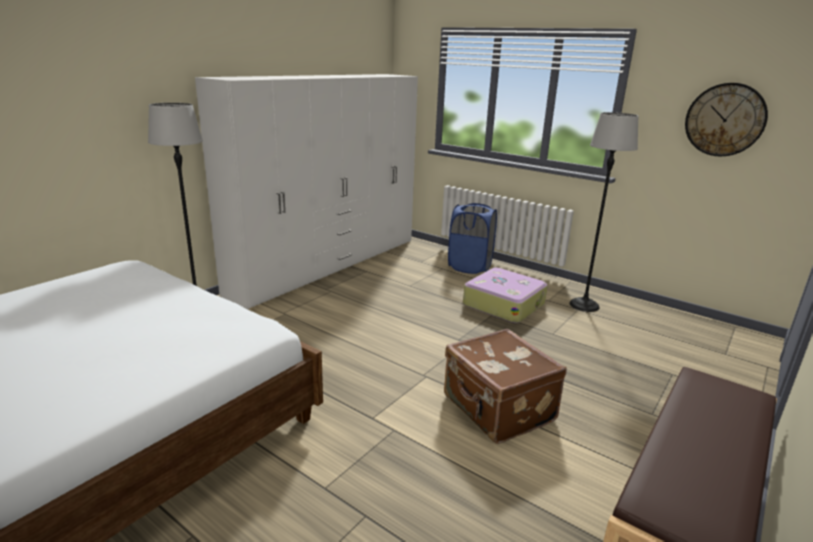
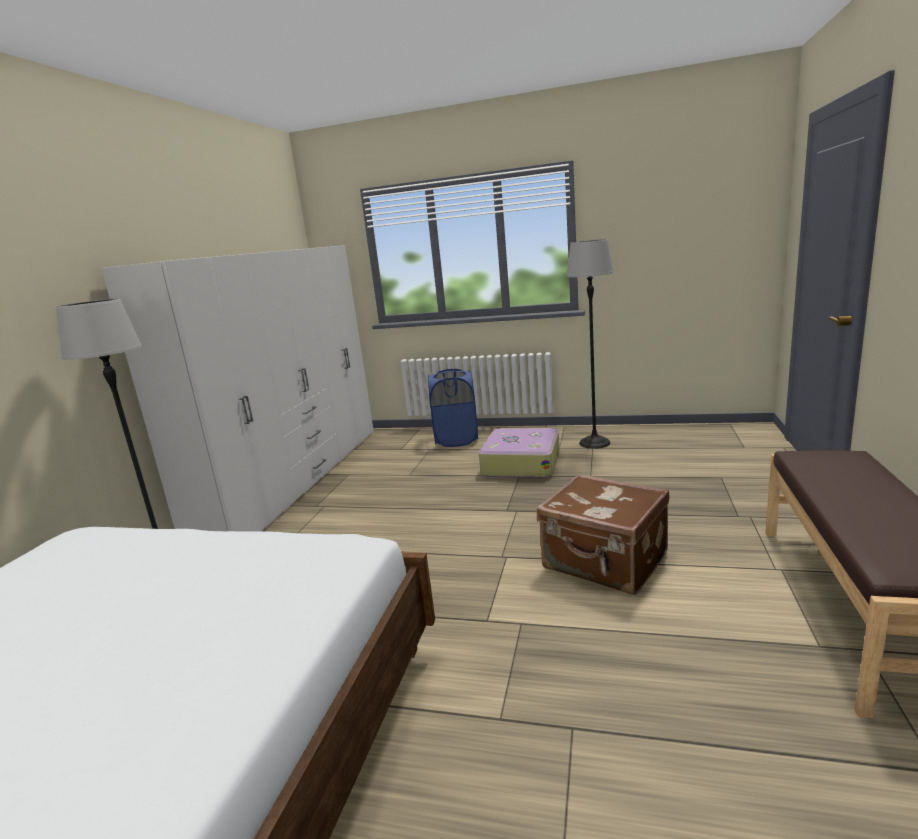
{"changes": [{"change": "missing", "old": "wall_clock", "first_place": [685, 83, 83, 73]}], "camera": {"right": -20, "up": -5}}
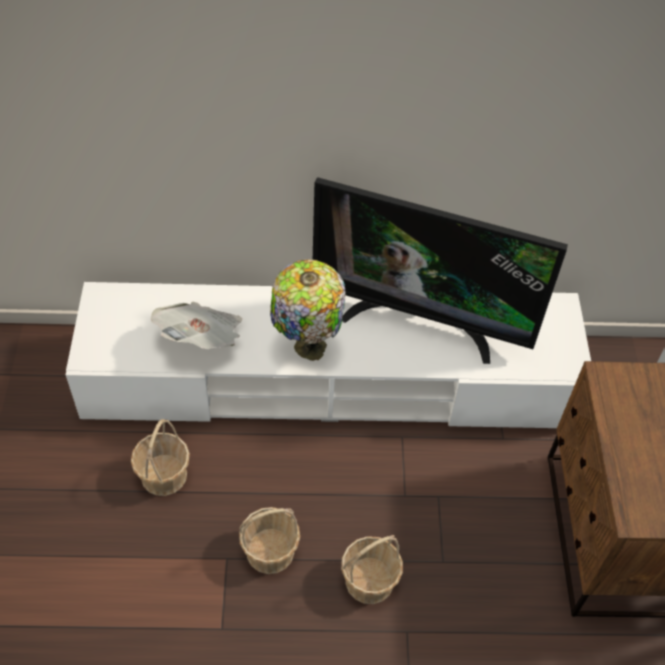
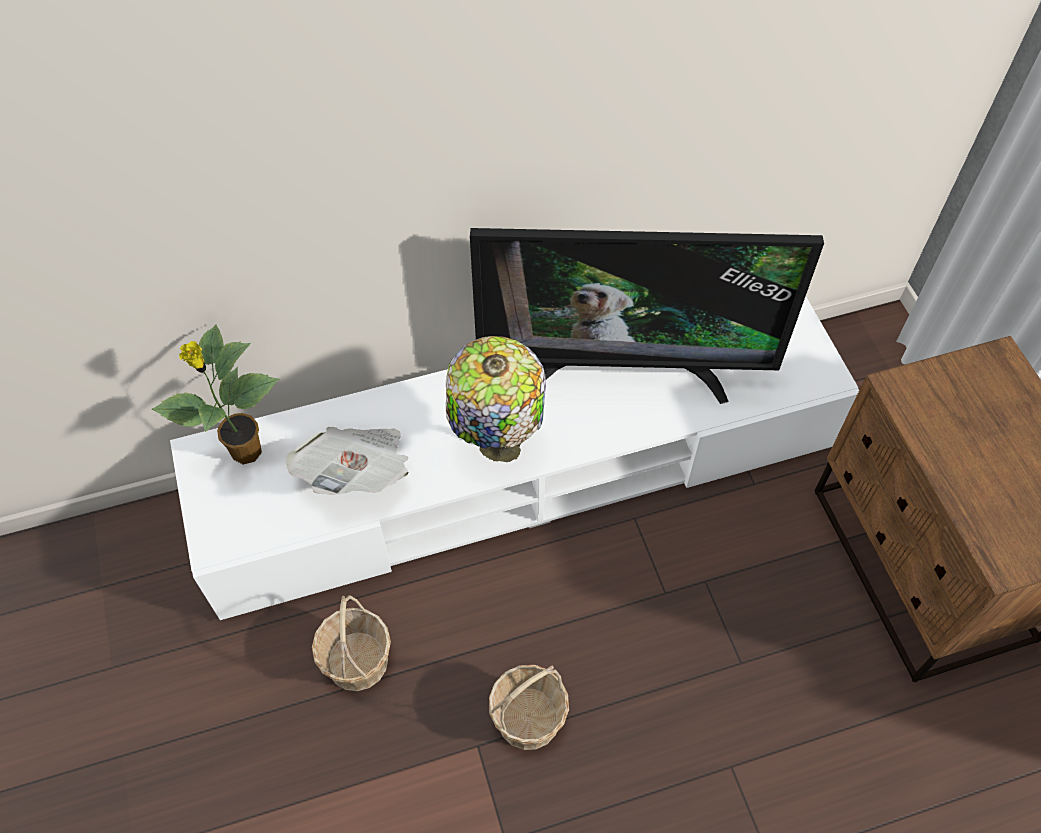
{"changes": [{"change": "appeared", "new": "potted_plant", "second_place": [152, 325, 128, 140]}, {"change": "missing", "old": "basket", "first_place": [341, 535, 62, 69]}], "camera": {"right": -15, "up": 5}}
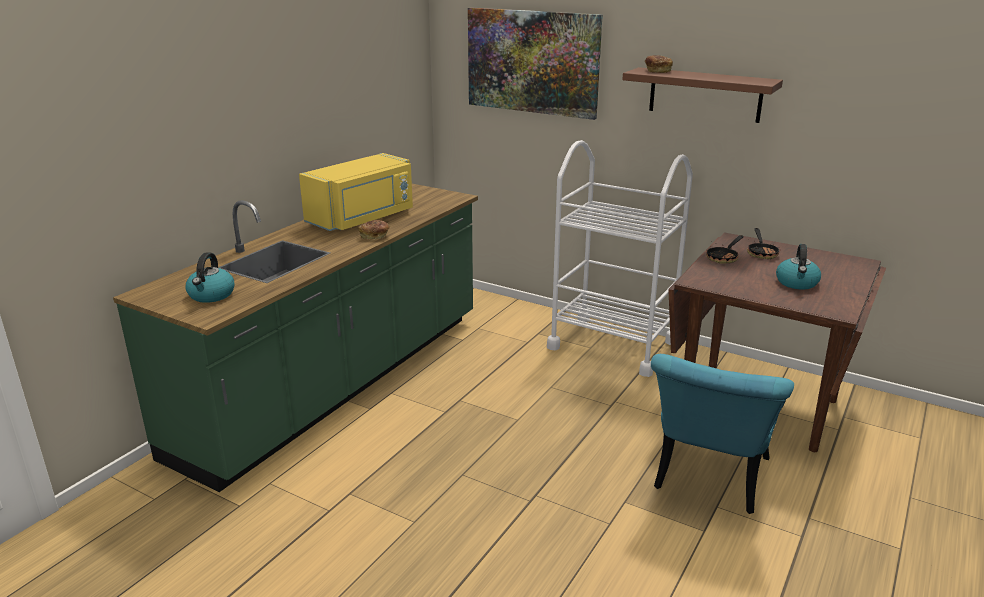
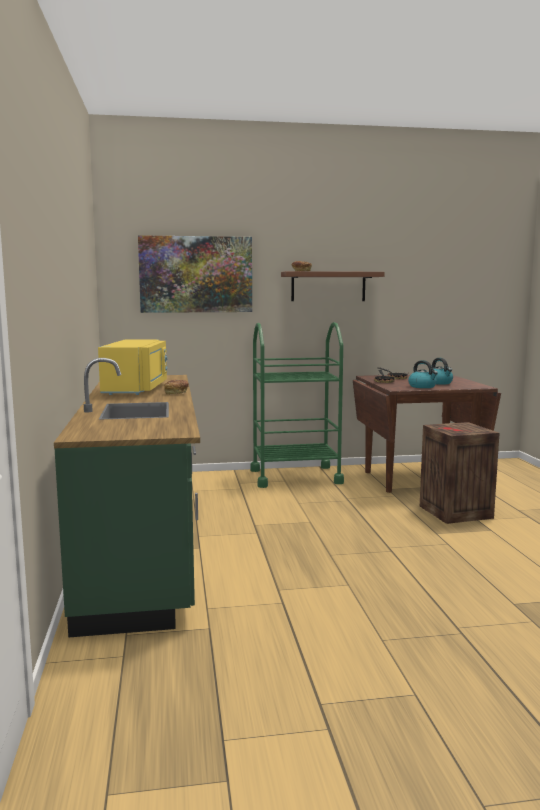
{"changes": [{"change": "colour", "old": "white_cart", "new": "green_cart", "first_place": [547, 140, 146, 237], "second_place": [250, 322, 94, 166]}, {"change": "relocated", "old": "kettle", "first_place": [185, 252, 50, 51], "second_place": [408, 360, 30, 28]}, {"change": "exchanged", "old": "turquoise_chair", "new": "crate", "first_place": [651, 354, 143, 160], "second_place": [420, 422, 79, 102]}], "camera": {"right": -40, "up": -15}}
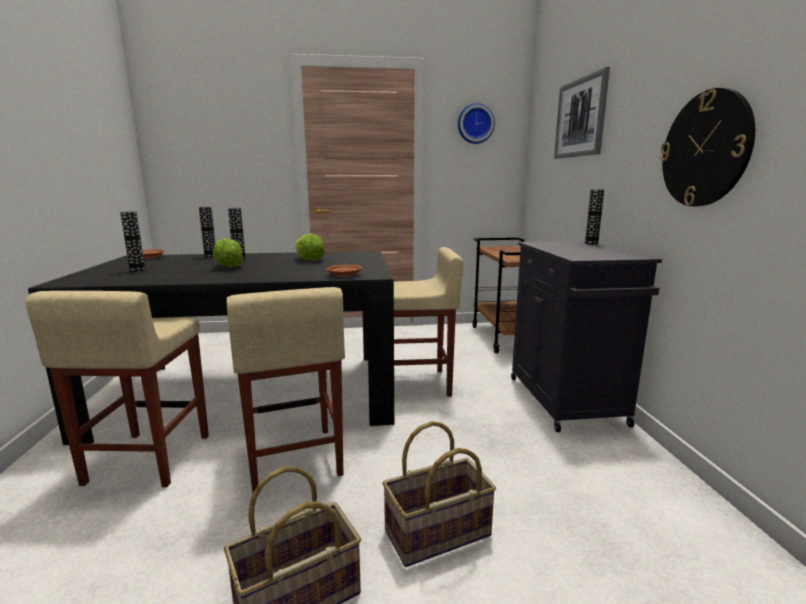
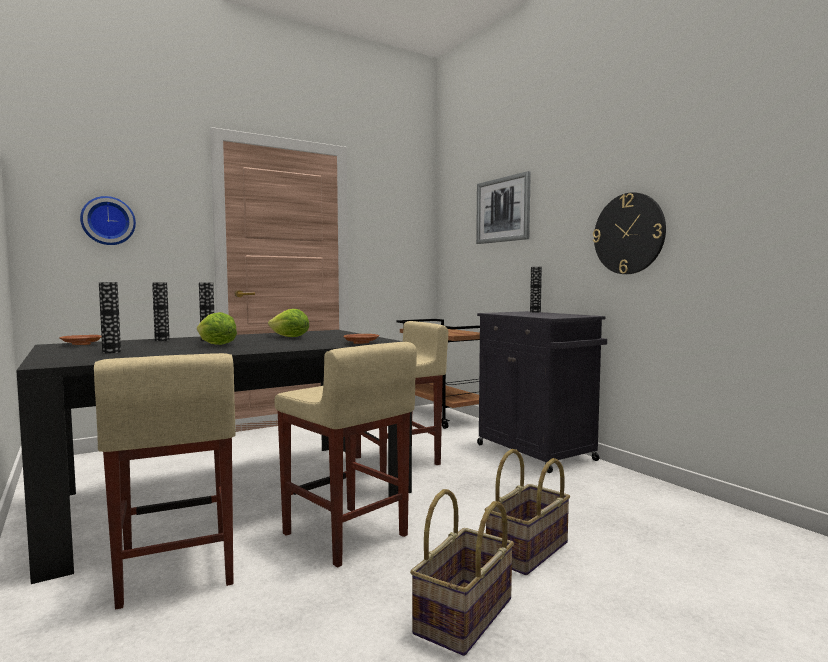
{"changes": [{"change": "relocated", "old": "wall_clock", "first_place": [458, 103, 37, 41], "second_place": [80, 196, 56, 49]}], "camera": {"right": -25, "up": -10}}
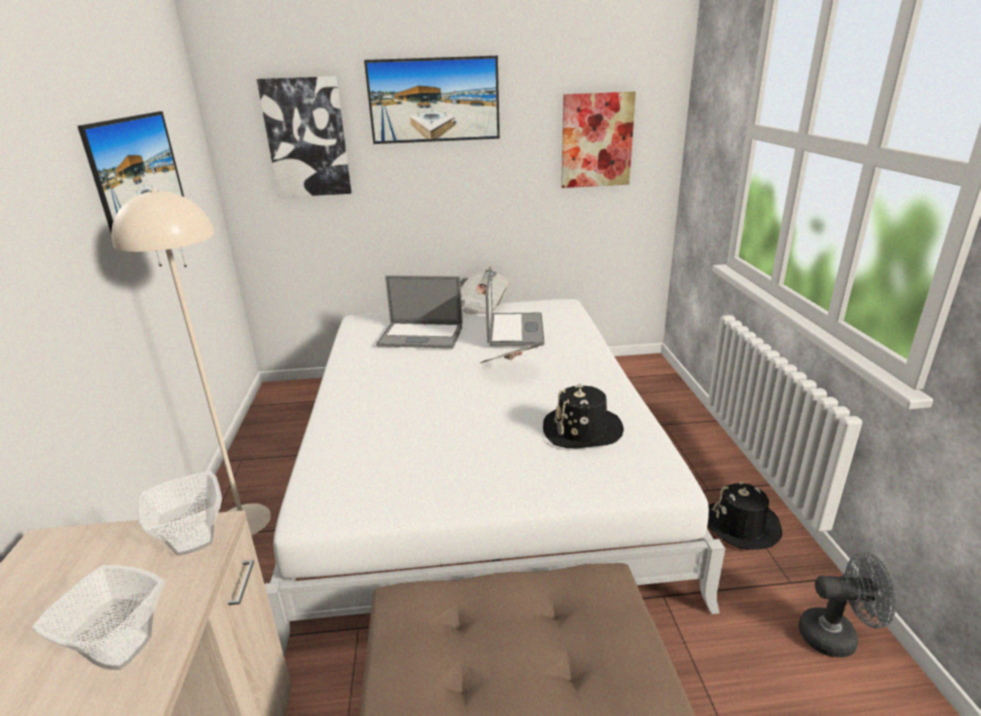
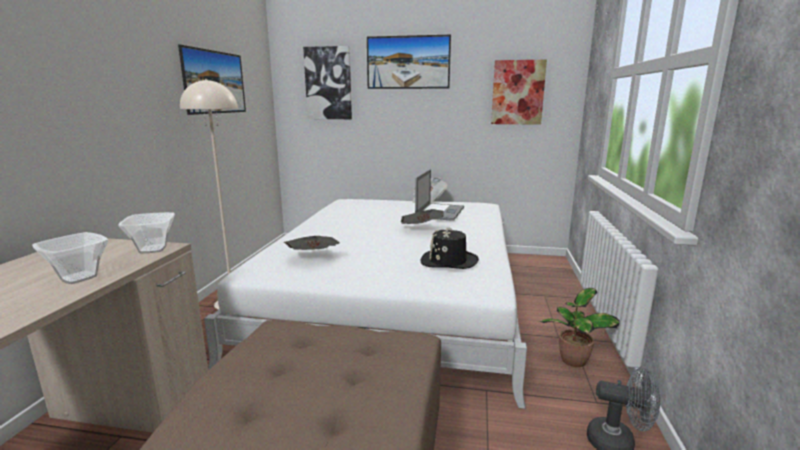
{"changes": [{"change": "appeared", "new": "newspaper", "second_place": [283, 236, 57, 14]}, {"change": "exchanged", "old": "black_hat", "new": "potted_plant", "first_place": [707, 481, 75, 69], "second_place": [538, 288, 82, 79]}, {"change": "missing", "old": "laptop", "first_place": [376, 275, 87, 73]}], "camera": {"right": 15, "up": -10}}
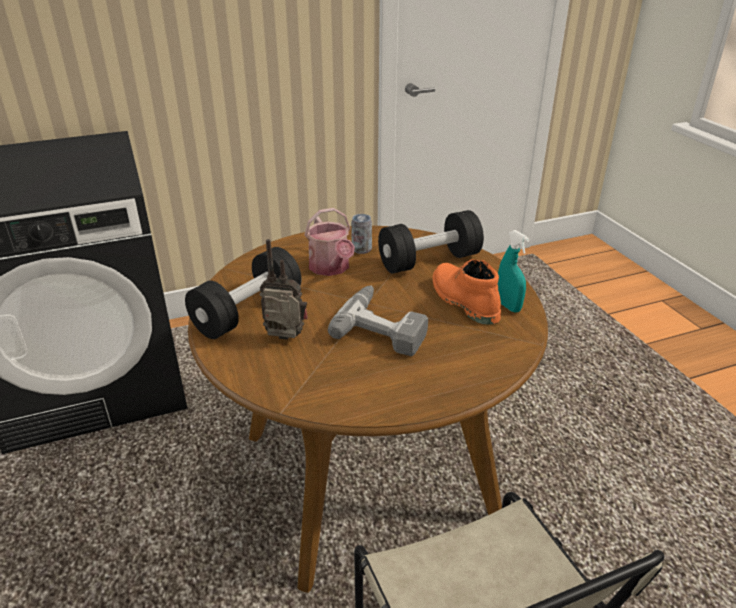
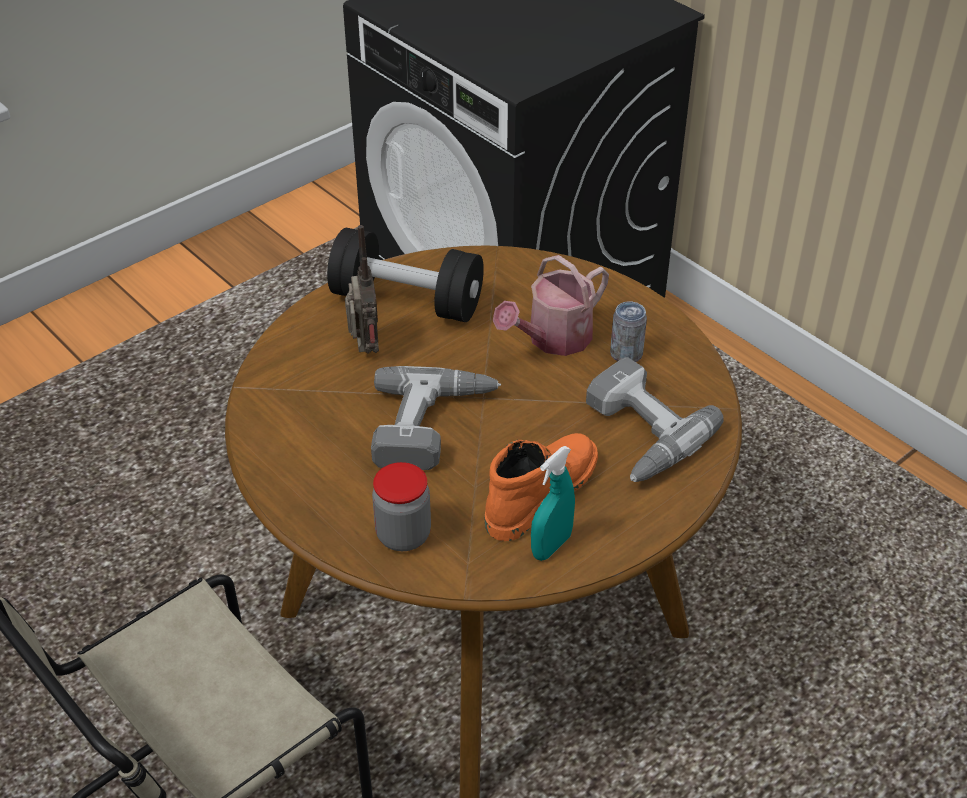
{"changes": [{"change": "appeared", "new": "jar", "second_place": [372, 462, 59, 89]}, {"change": "exchanged", "old": "black_dumbbell", "new": "power_drill", "first_place": [378, 210, 106, 64], "second_place": [586, 357, 138, 125]}], "camera": {"right": 70, "up": 10}}
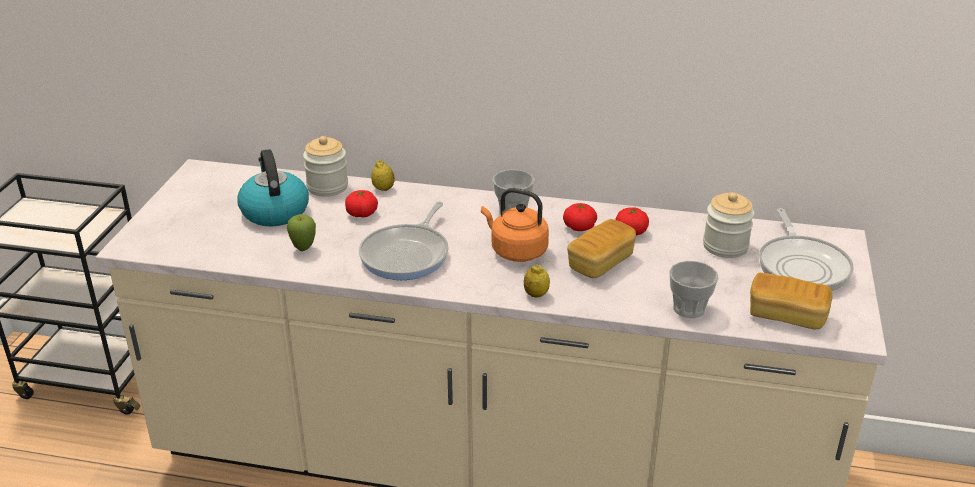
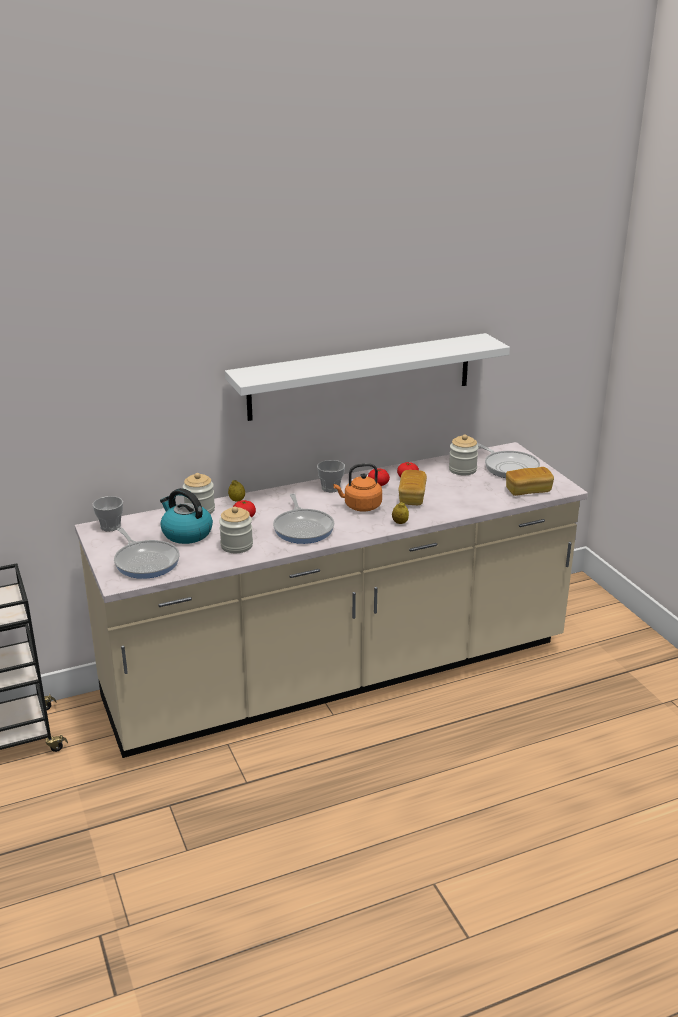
{"changes": [{"change": "relocated", "old": "cup", "first_place": [669, 261, 49, 57], "second_place": [92, 496, 31, 36]}, {"change": "appeared", "new": "frying_pan", "second_place": [114, 527, 66, 52]}, {"change": "exchanged", "old": "apple", "new": "jar", "first_place": [287, 214, 29, 37], "second_place": [219, 507, 34, 46]}, {"change": "appeared", "new": "white_shelf", "second_place": [225, 333, 285, 88]}], "camera": {"right": -35, "up": -5}}
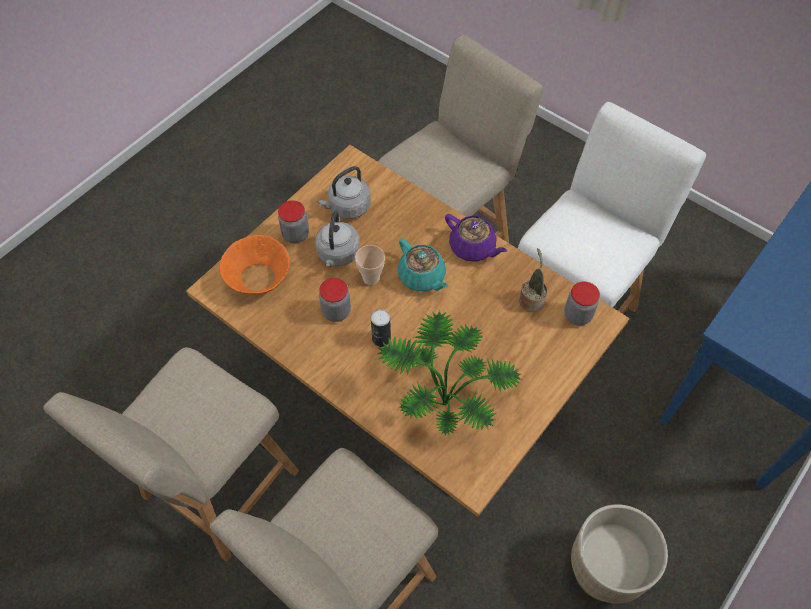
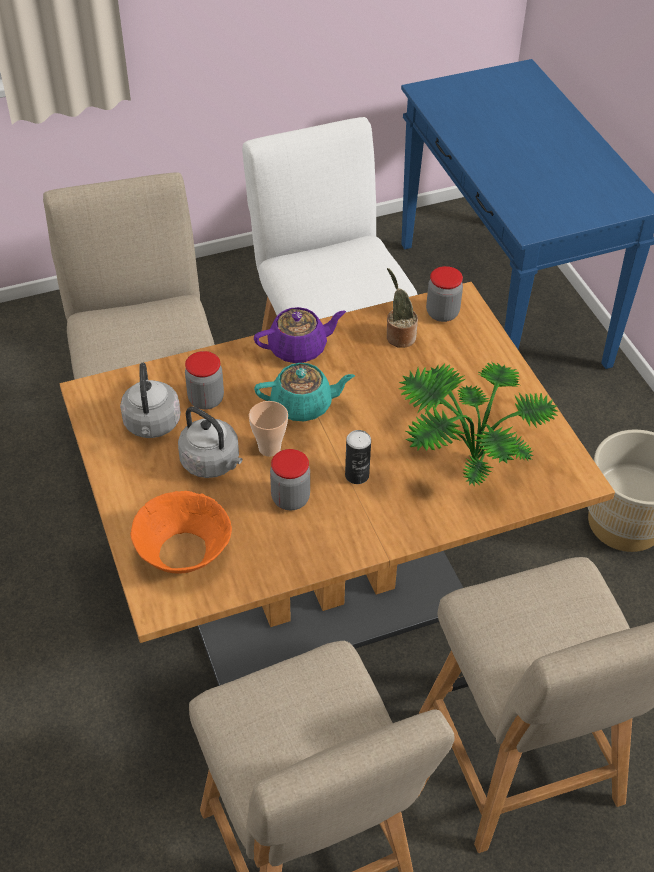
{"changes": [{"change": "relocated", "old": "jar", "first_place": [278, 200, 31, 43], "second_place": [185, 351, 39, 59]}], "camera": {"right": -60, "up": -10}}
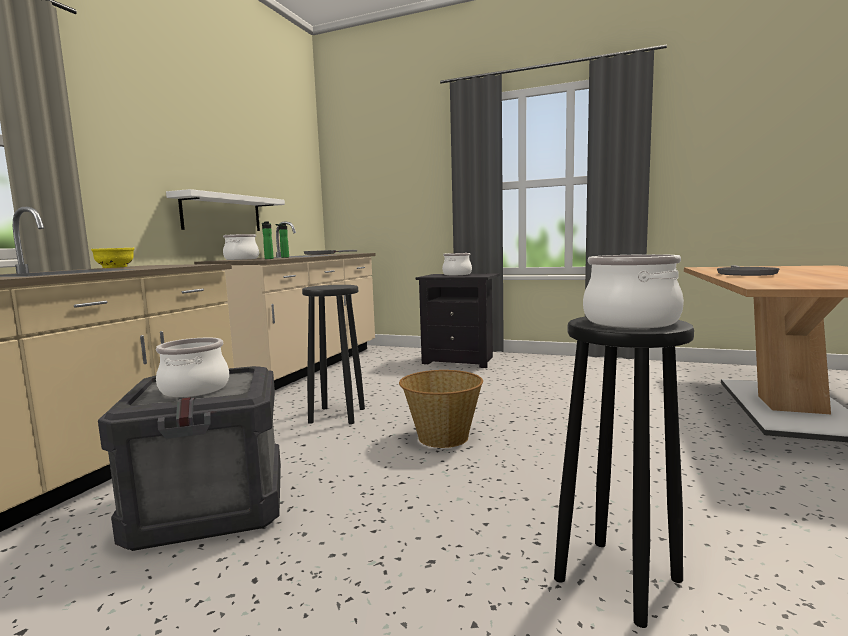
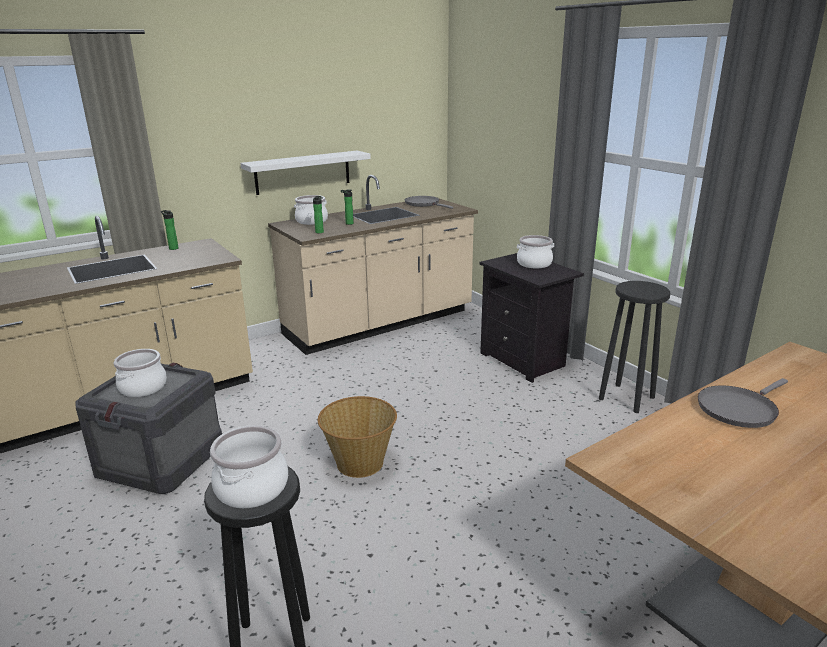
{"changes": [{"change": "exchanged", "old": "yellow_bowl", "new": "bottle", "first_place": [91, 248, 43, 20], "second_place": [161, 210, 17, 40]}, {"change": "relocated", "old": "black_stool", "first_place": [302, 285, 63, 139], "second_place": [599, 281, 71, 132]}], "camera": {"right": 35, "up": 15}}
